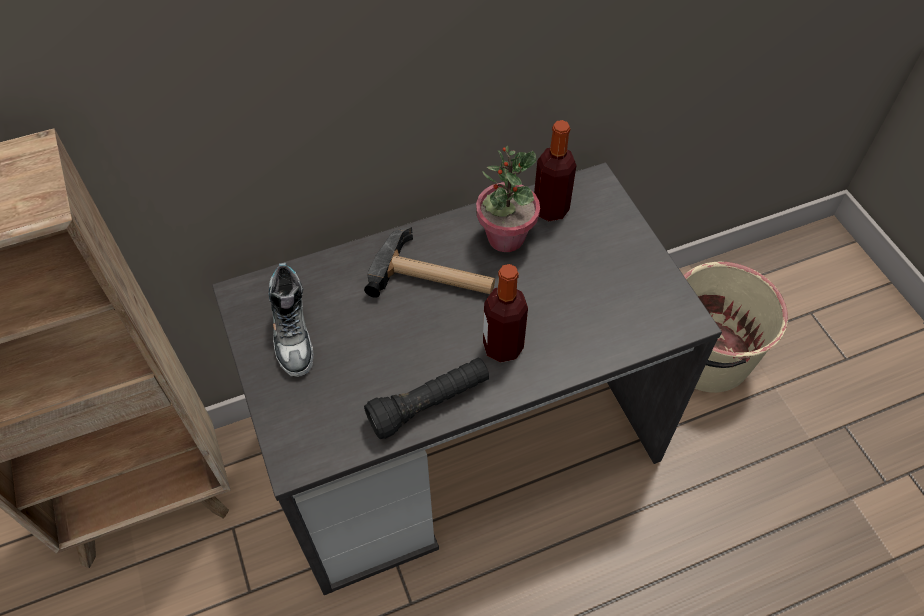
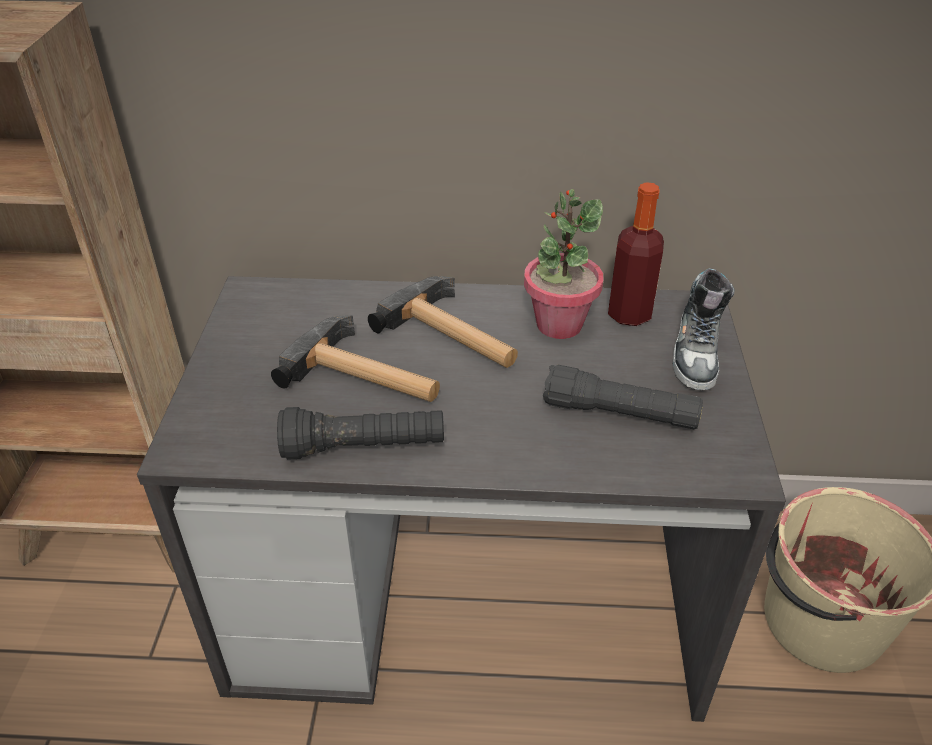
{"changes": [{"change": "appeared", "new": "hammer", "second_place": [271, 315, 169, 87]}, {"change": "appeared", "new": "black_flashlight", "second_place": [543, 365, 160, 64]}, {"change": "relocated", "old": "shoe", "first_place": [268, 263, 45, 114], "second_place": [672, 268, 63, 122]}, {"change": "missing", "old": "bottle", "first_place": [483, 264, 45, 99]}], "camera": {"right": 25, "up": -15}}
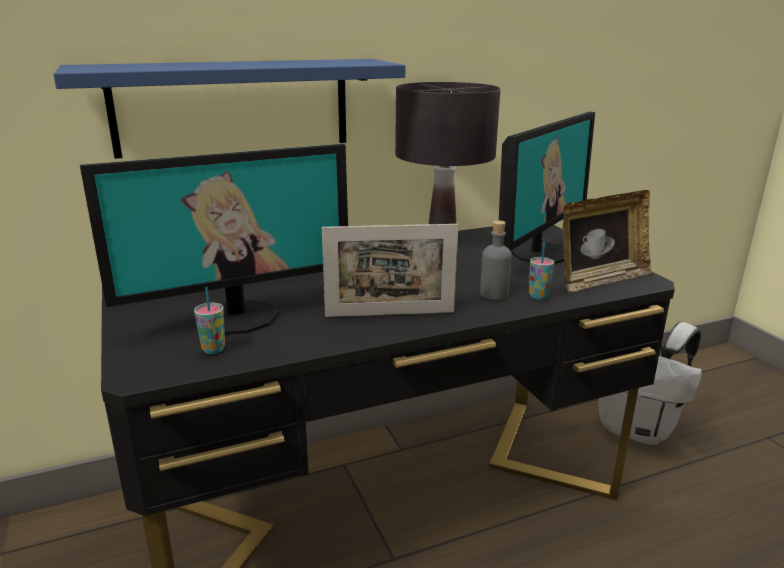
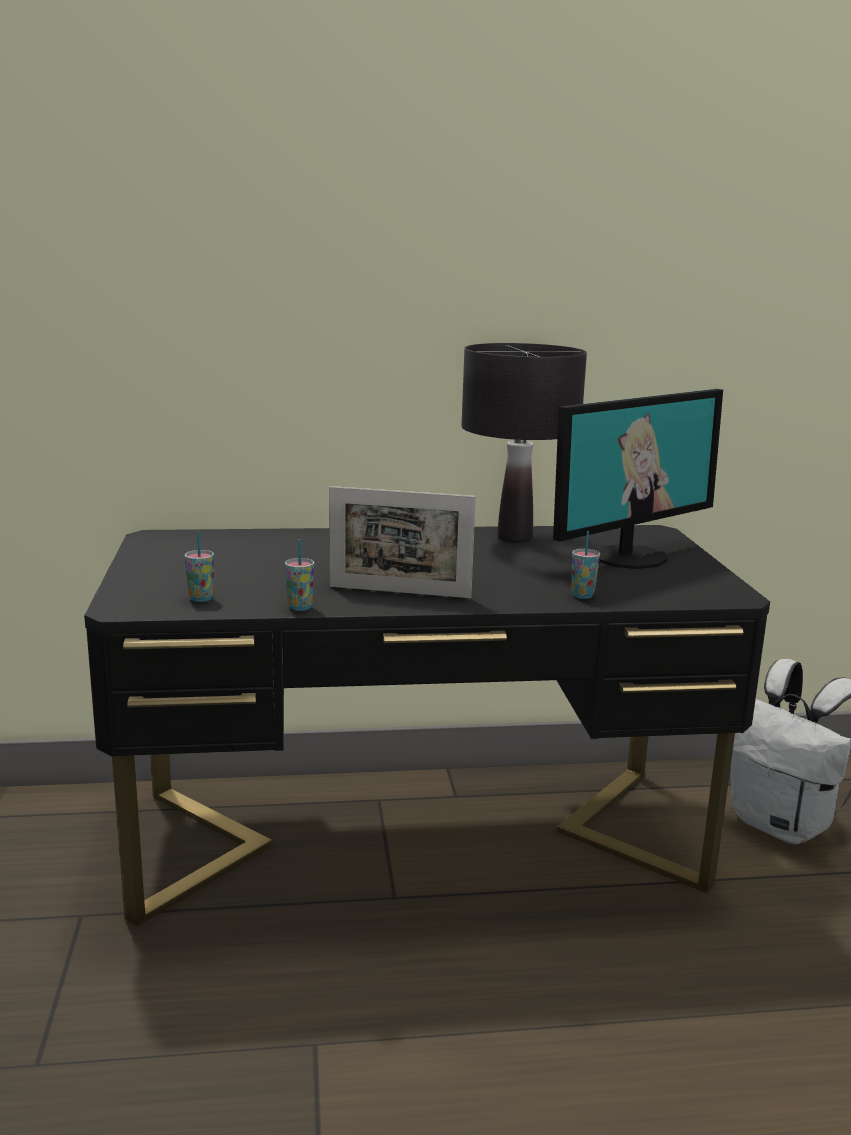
{"changes": [{"change": "appeared", "new": "cup", "second_place": [285, 539, 30, 72]}, {"change": "missing", "old": "blue_shelf", "first_place": [53, 59, 352, 100]}, {"change": "missing", "old": "monitor", "first_place": [80, 144, 268, 191]}, {"change": "missing", "old": "grey_bottle", "first_place": [480, 220, 32, 80]}, {"change": "missing", "old": "picture_frame", "first_place": [563, 190, 89, 102]}], "camera": {"right": 15, "up": -5}}
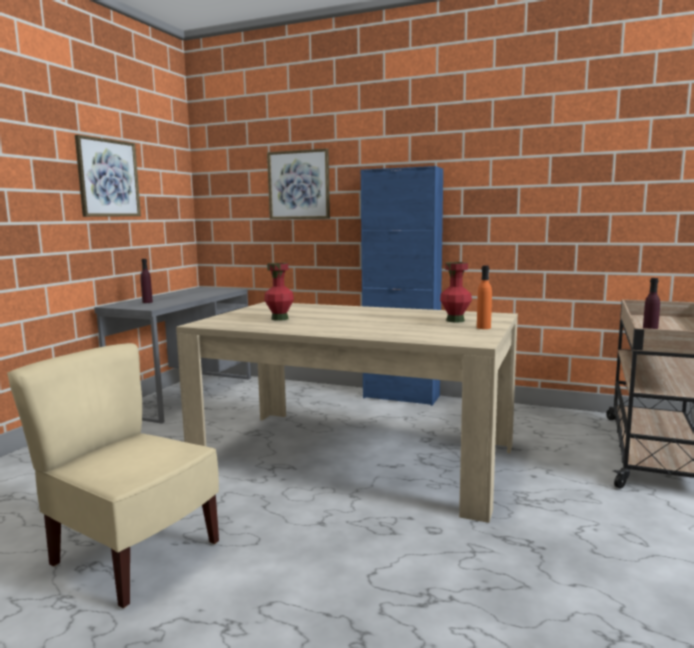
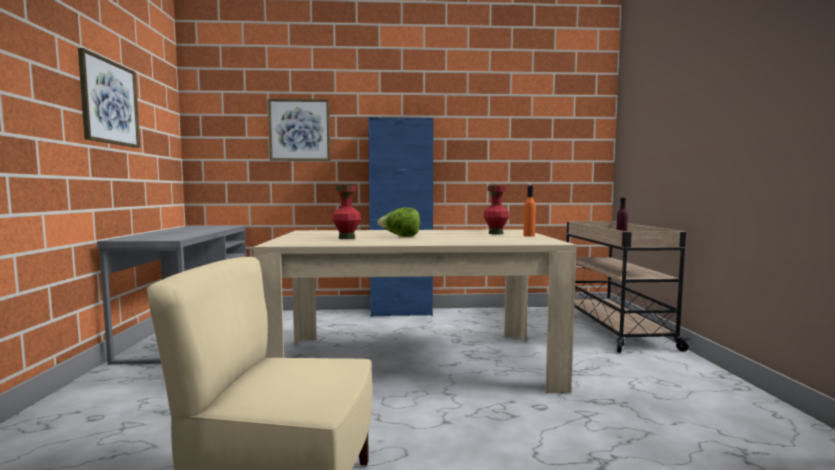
{"changes": [{"change": "appeared", "new": "lettuce", "second_place": [377, 207, 44, 30]}, {"change": "missing", "old": "purple_bottle", "first_place": [140, 259, 13, 44]}], "camera": {"right": -25, "up": -5}}
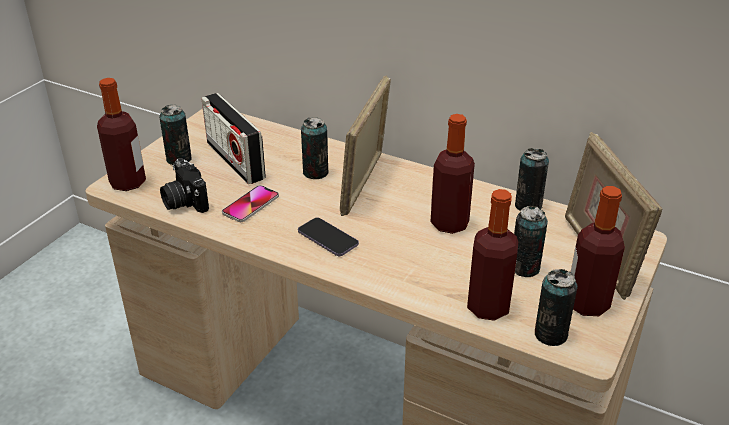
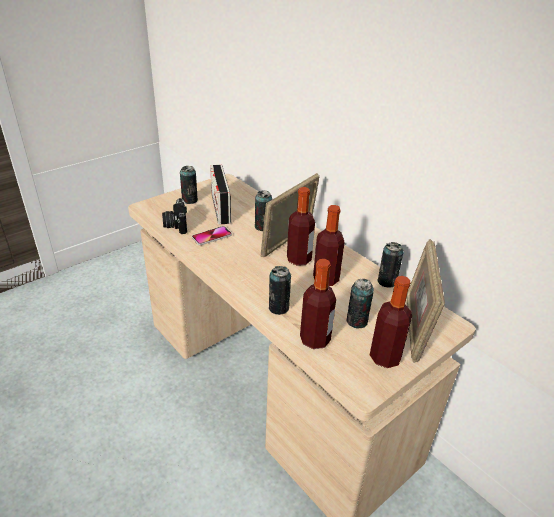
{"changes": [{"change": "relocated", "old": "can", "first_place": [535, 269, 43, 77], "second_place": [269, 266, 22, 49]}, {"change": "relocated", "old": "bottle", "first_place": [97, 78, 49, 113], "second_place": [287, 187, 28, 79]}, {"change": "missing", "old": "phone", "first_place": [298, 217, 61, 39]}], "camera": {"right": 20, "up": 0}}
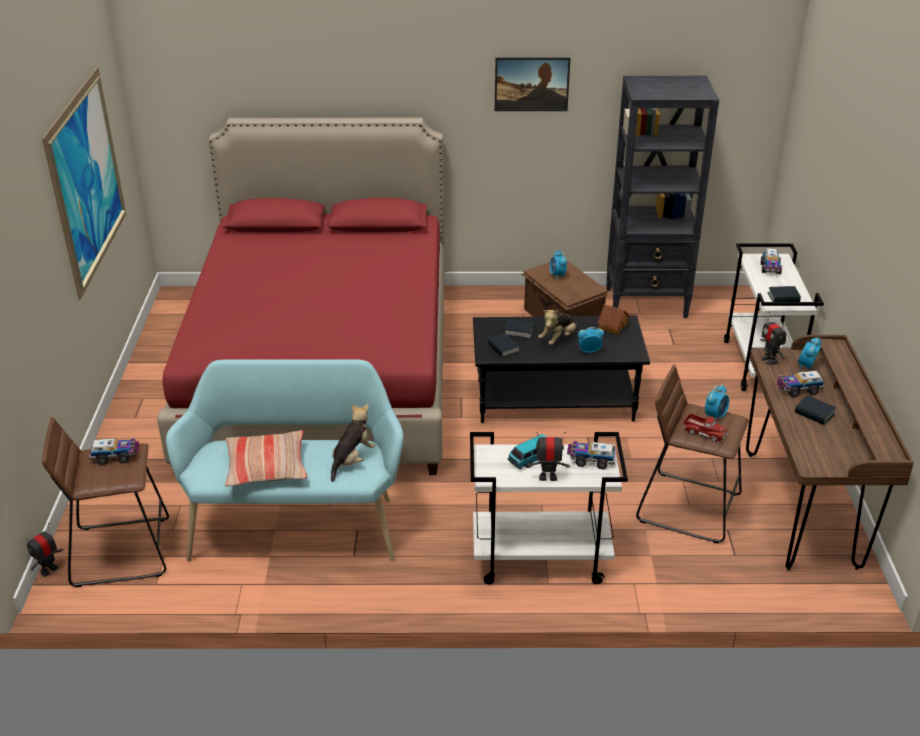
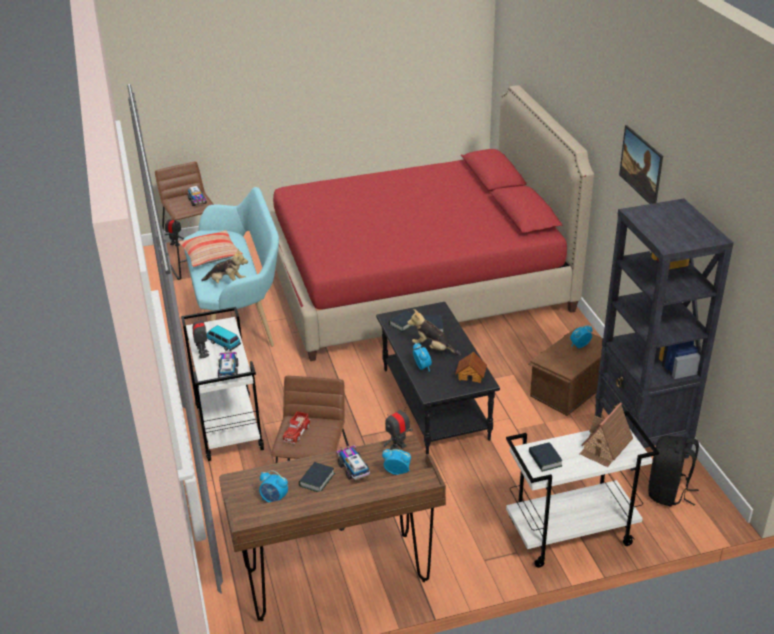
{"changes": [{"change": "relocated", "old": "alarm_clock", "first_place": [705, 385, 24, 36], "second_place": [259, 470, 29, 32]}, {"change": "exchanged", "old": "toy_truck", "new": "toy_house", "first_place": [761, 248, 21, 26], "second_place": [580, 403, 53, 64]}, {"change": "appeared", "new": "black_backpack", "second_place": [648, 436, 51, 70]}, {"change": "missing", "old": "picture", "first_place": [42, 67, 84, 233]}], "camera": {"right": 75, "up": 0}}
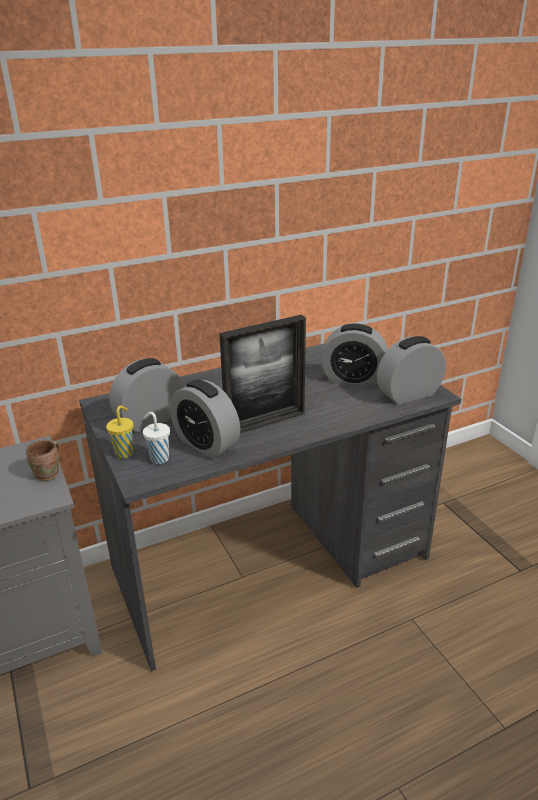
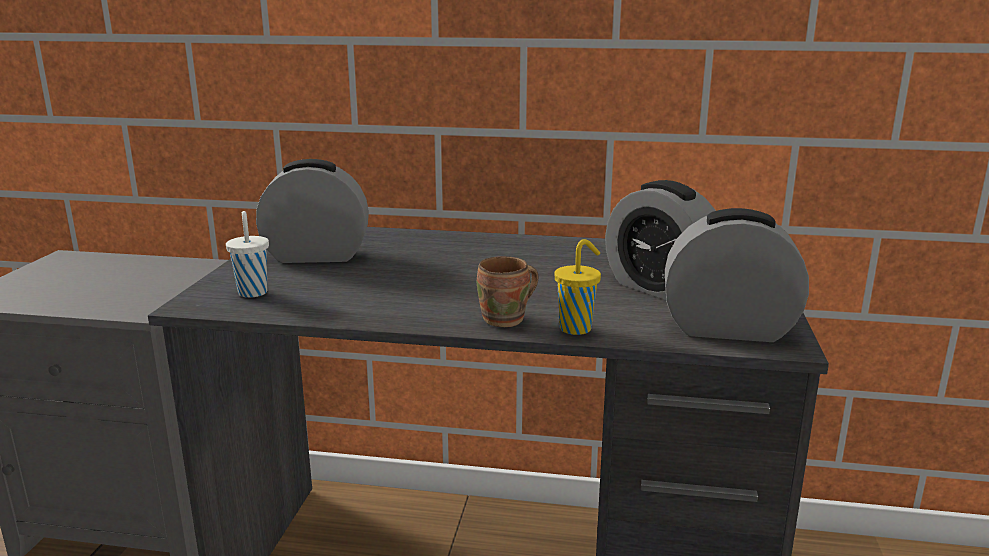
{"changes": [{"change": "relocated", "old": "brown_mug", "first_place": [26, 440, 34, 41], "second_place": [477, 256, 61, 71]}, {"change": "relocated", "old": "yellow_cup", "first_place": [106, 405, 27, 53], "second_place": [555, 239, 46, 96]}, {"change": "missing", "old": "alarm_clock", "first_place": [170, 379, 70, 80]}, {"change": "missing", "old": "picture_frame", "first_place": [219, 315, 87, 118]}], "camera": {"right": 35, "up": -10}}
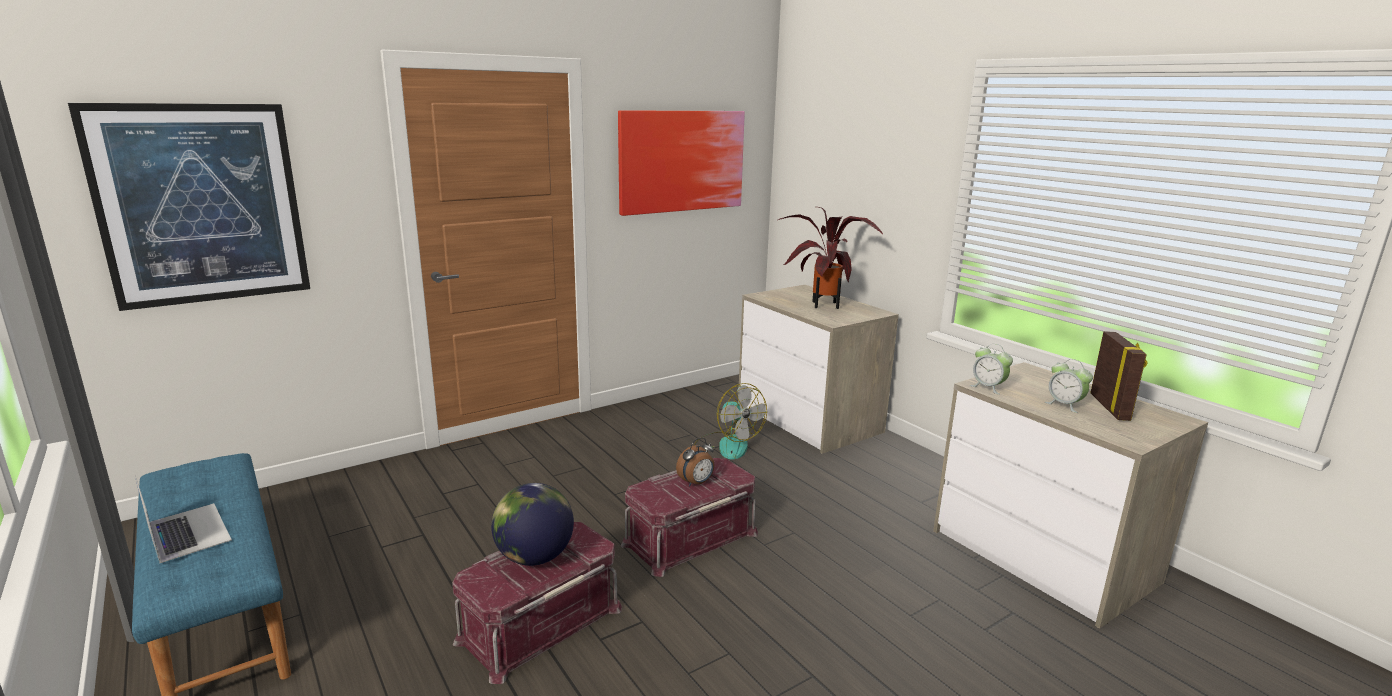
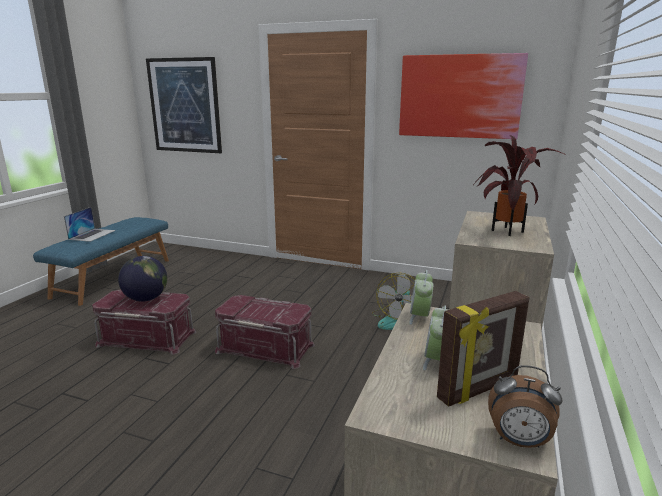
{"changes": [{"change": "relocated", "old": "alarm_clock", "first_place": [676, 437, 38, 50], "second_place": [488, 365, 74, 83]}], "camera": {"right": 55, "up": 0}}
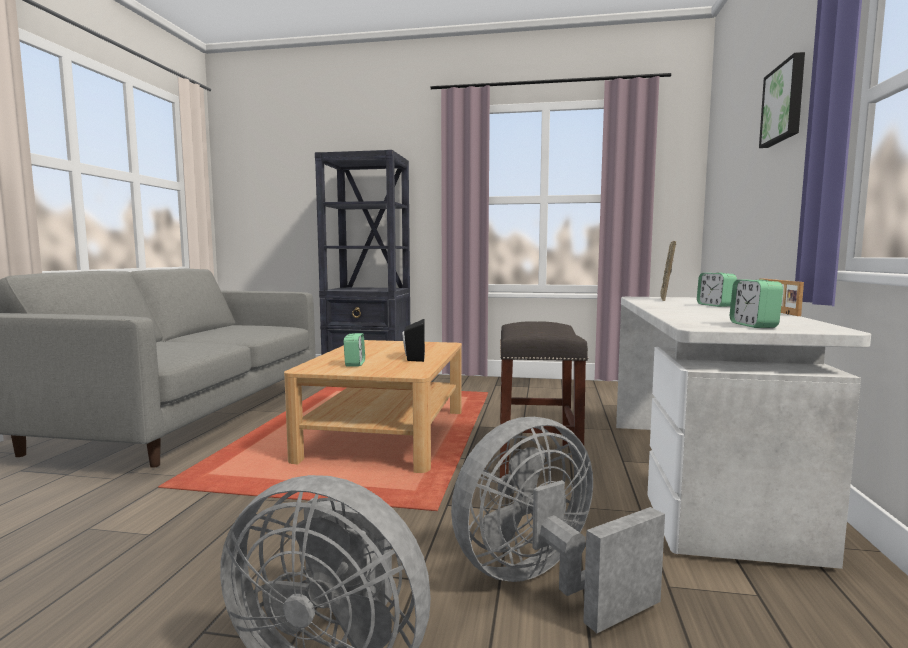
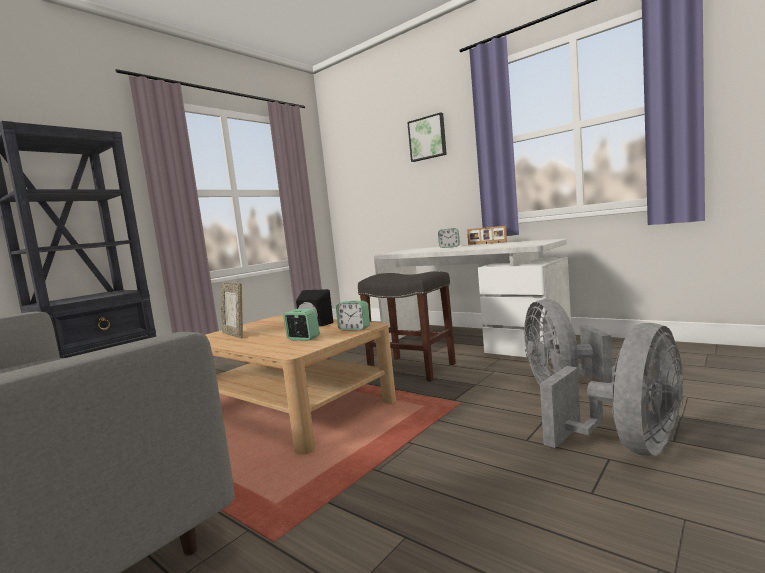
{"changes": [{"change": "relocated", "old": "picture_frame", "first_place": [660, 241, 16, 60], "second_place": [221, 282, 22, 56]}, {"change": "relocated", "old": "alarm_clock", "first_place": [730, 279, 53, 49], "second_place": [336, 301, 34, 30]}], "camera": {"right": -60, "up": 0}}
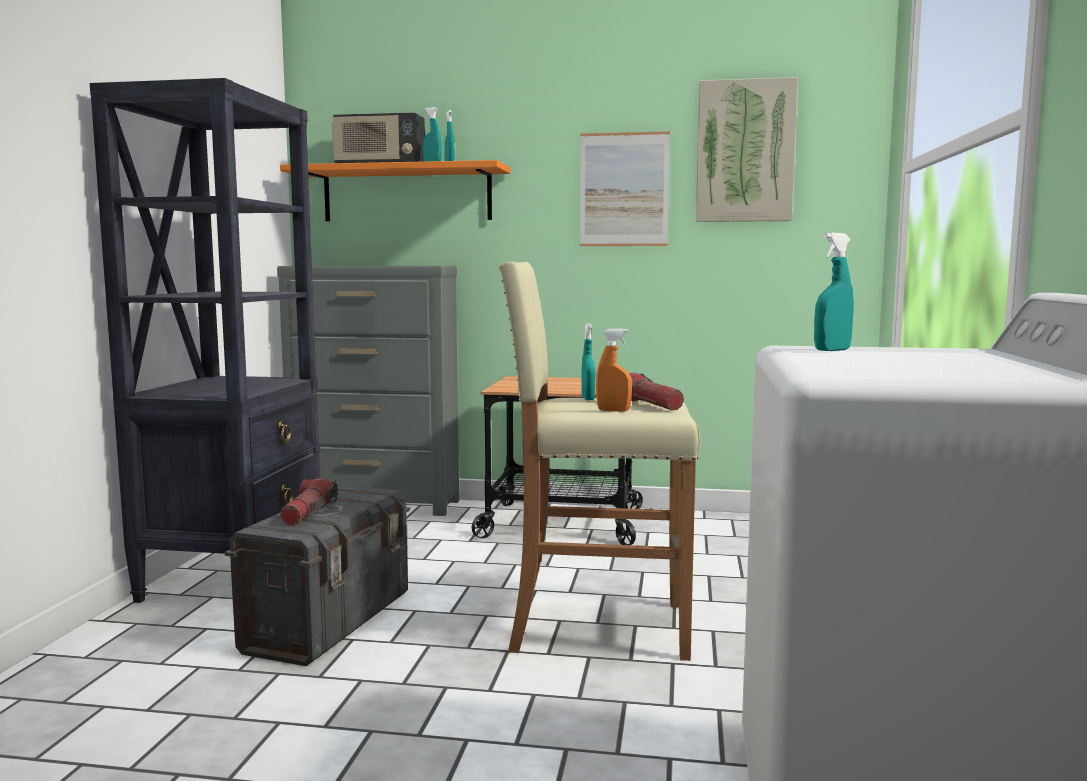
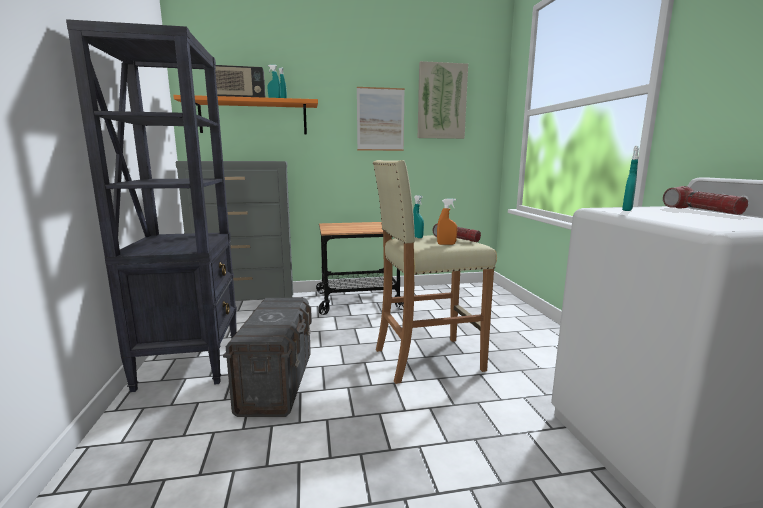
{"changes": [{"change": "relocated", "old": "flashlight", "first_place": [280, 478, 58, 47], "second_place": [663, 186, 85, 29]}], "camera": {"right": -20, "up": 5}}
